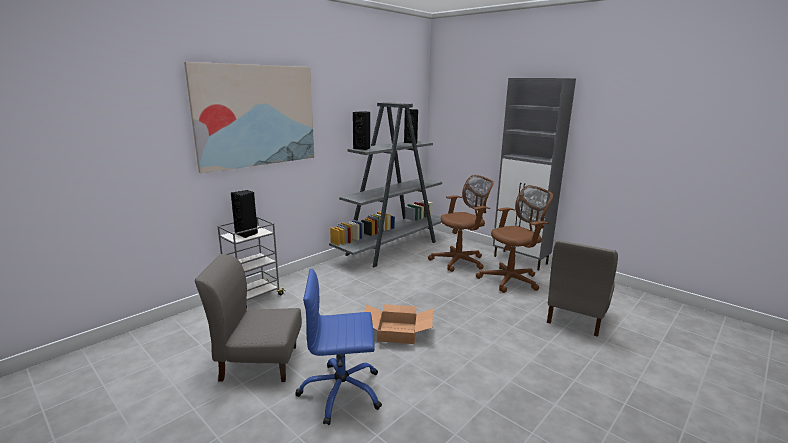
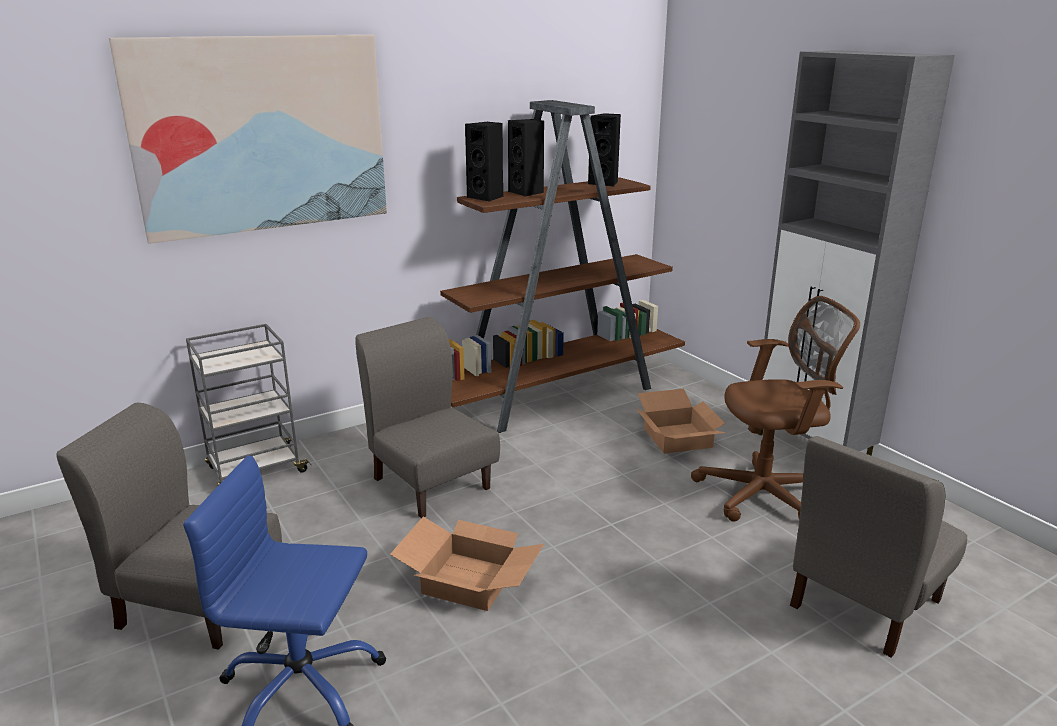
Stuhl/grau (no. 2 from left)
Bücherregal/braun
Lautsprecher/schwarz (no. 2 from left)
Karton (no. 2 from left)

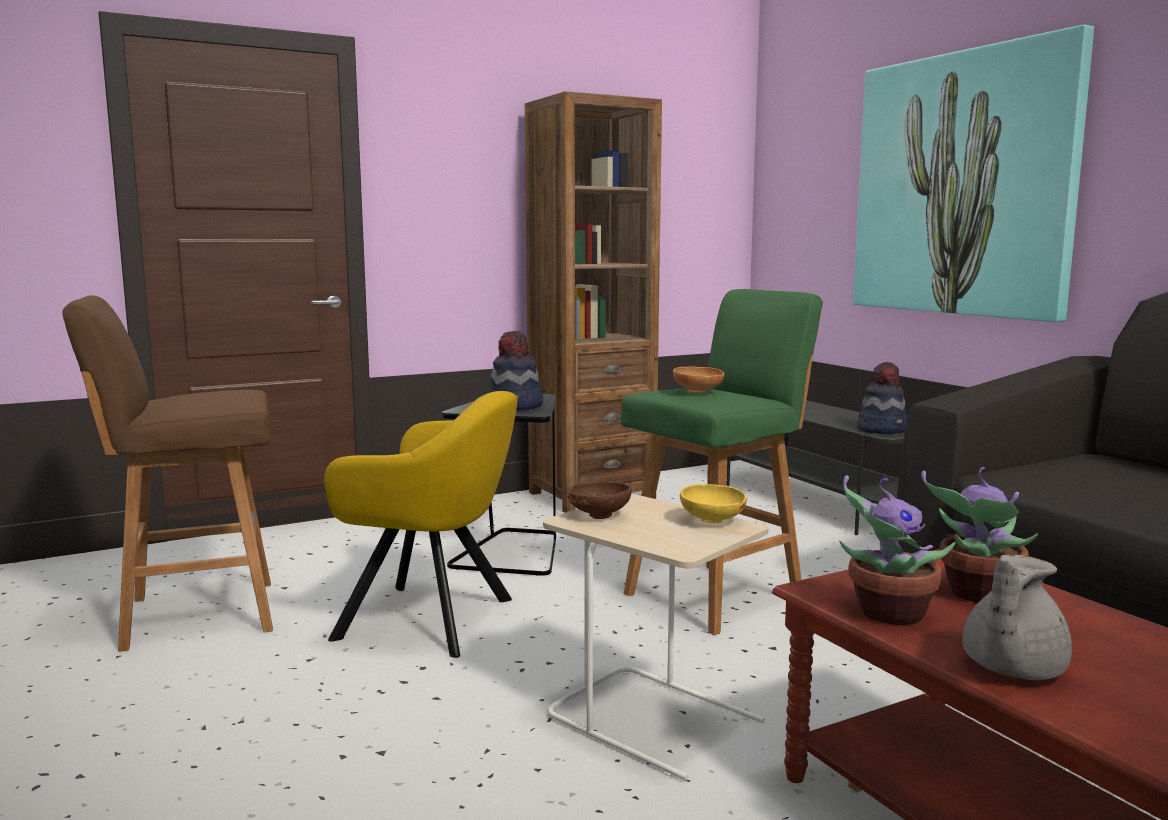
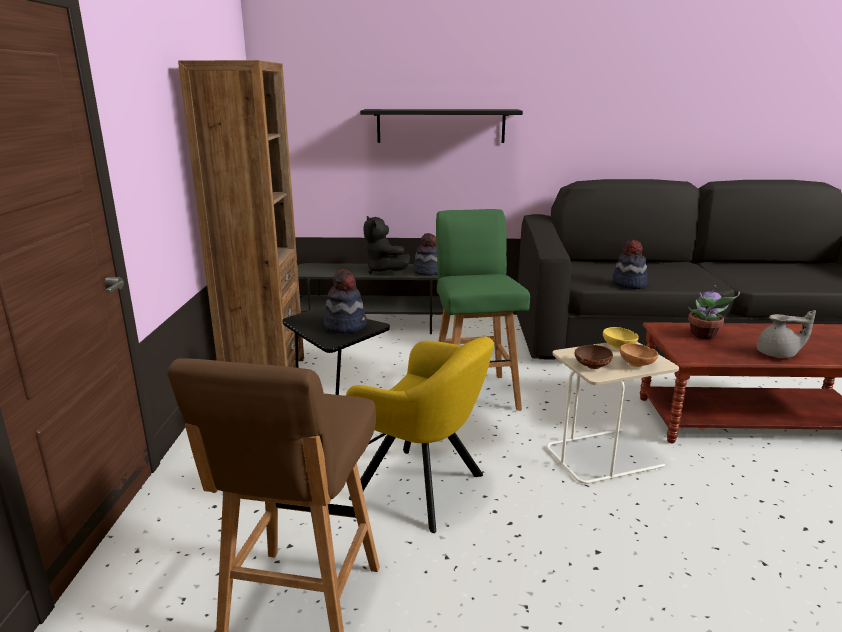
Sessel/gelb
Wandregal/schwarz
Plüschtier/schwarz
Hut (no. 3 from left)
Schüssel/braun (no. 2 from left)
Teekanne/grau
Topfpflanze (no. 1 from left in the first image)

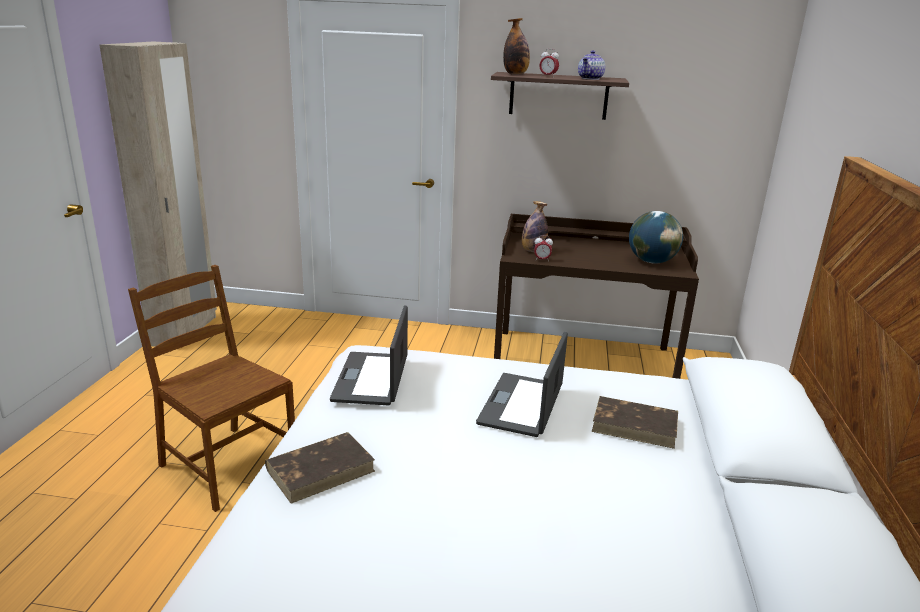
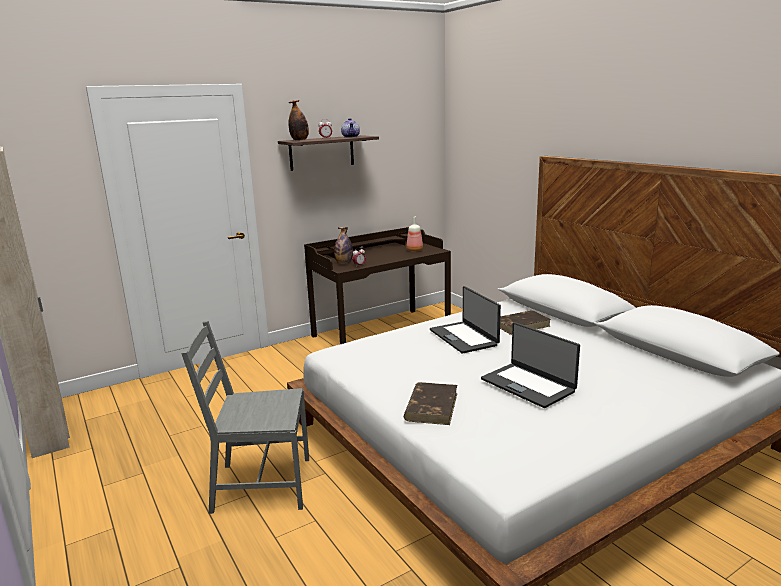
Stuhl/grau
Flasche (no. 3 from left)
Laptop (no. 2 from left)

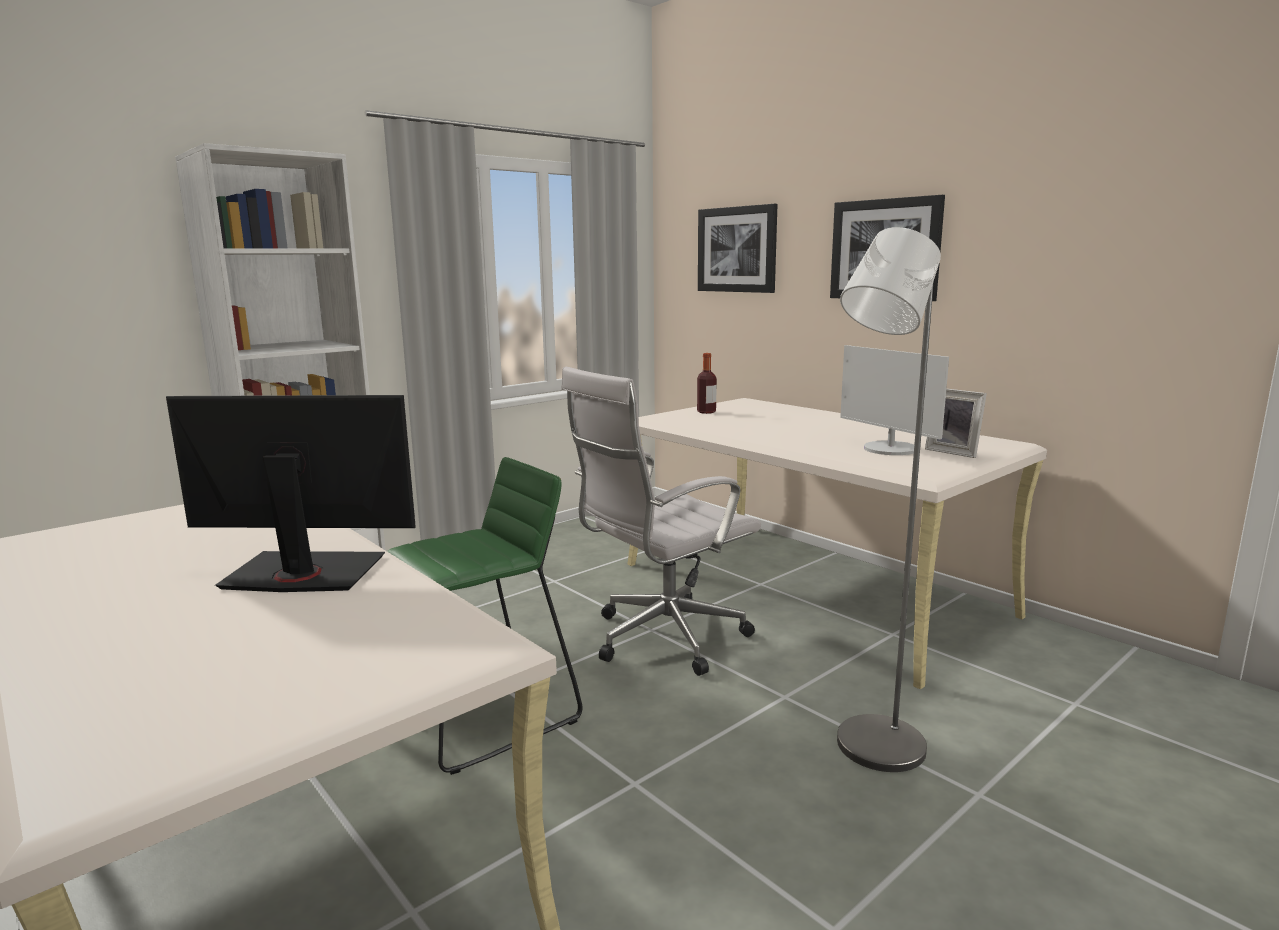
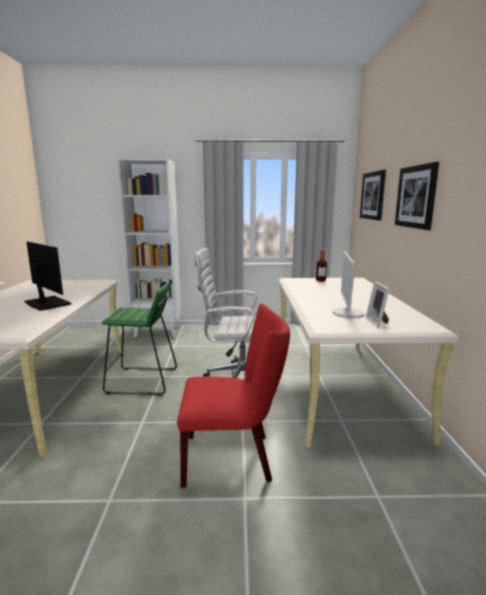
Stuhl/rot

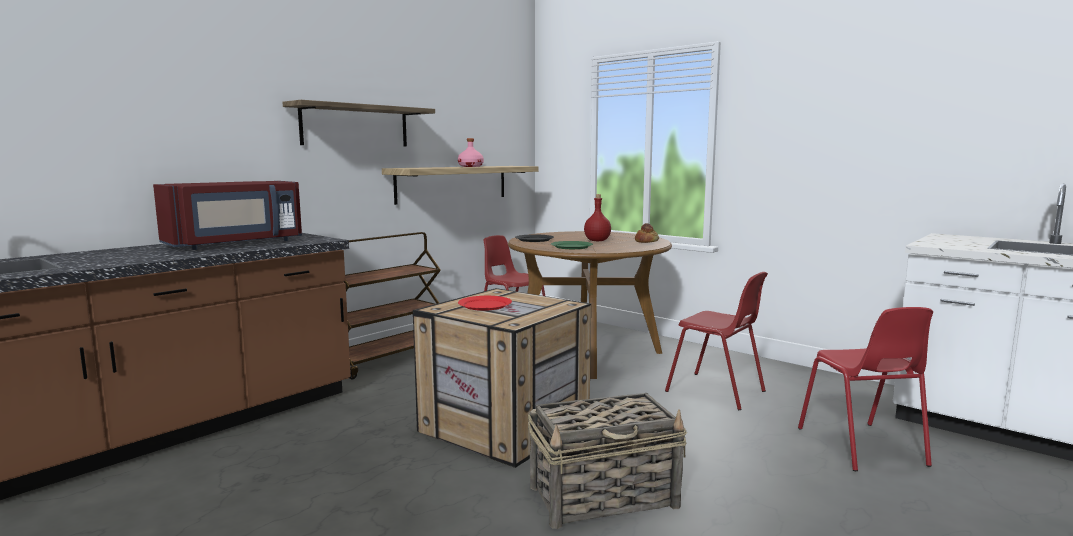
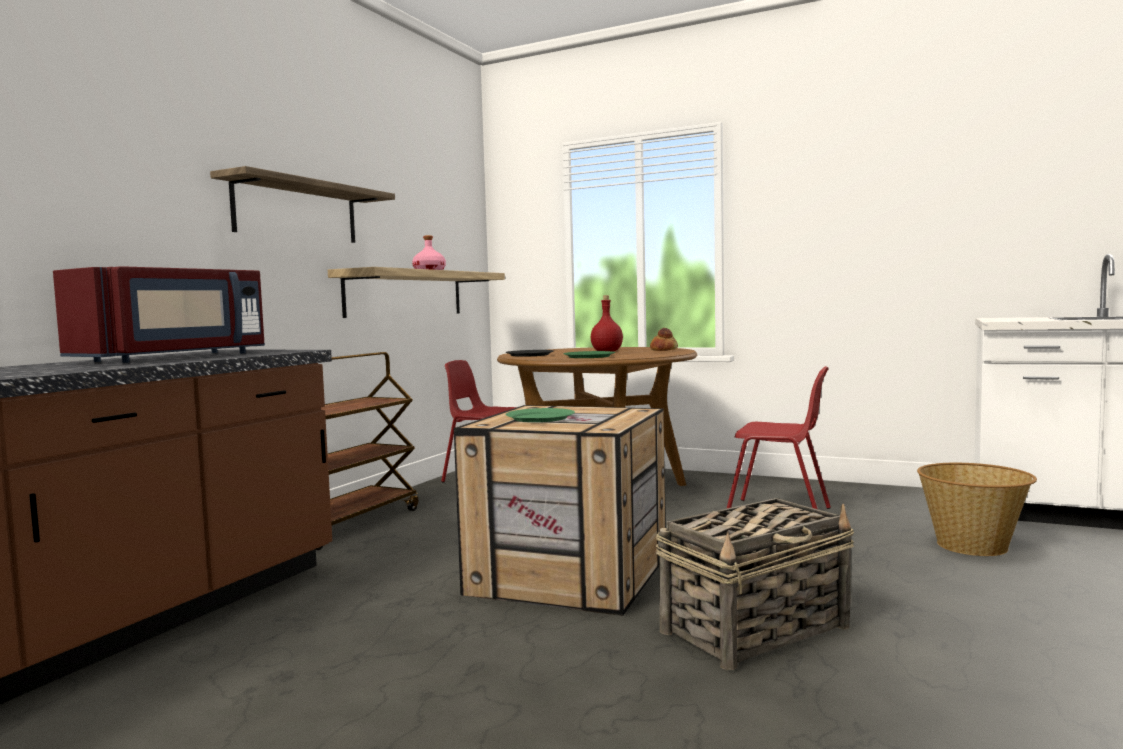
Teller/grün (no. 1 from left)
Korb (no. 2 from left)

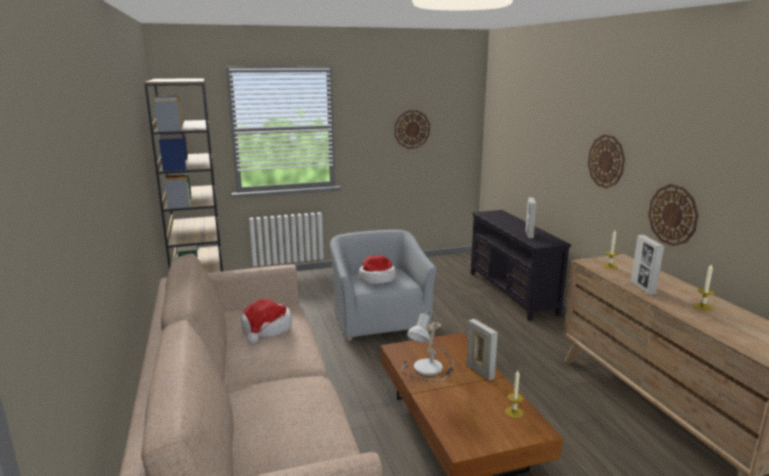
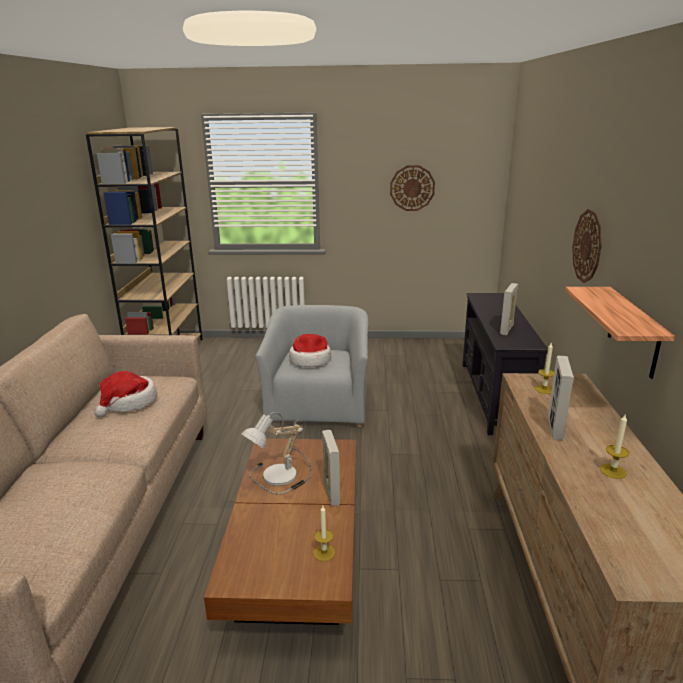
Wandregal

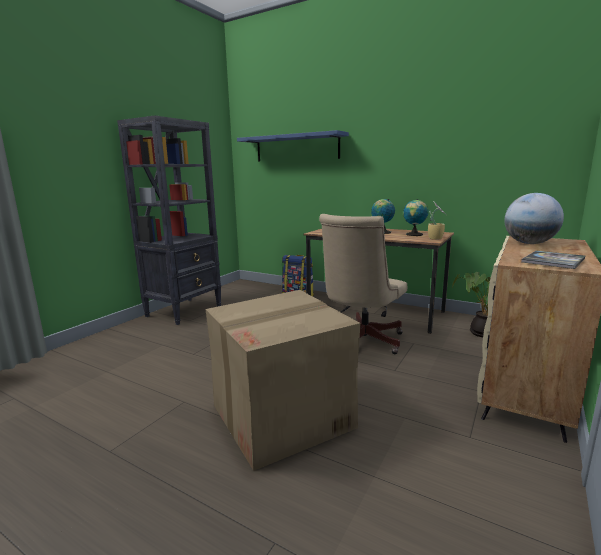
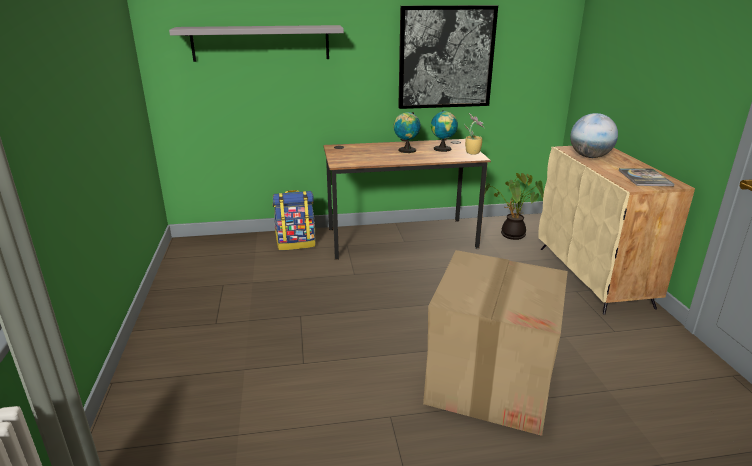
Wandregal/grau
Bild
Bücherregal/schwarz
Bürostuhl/beige

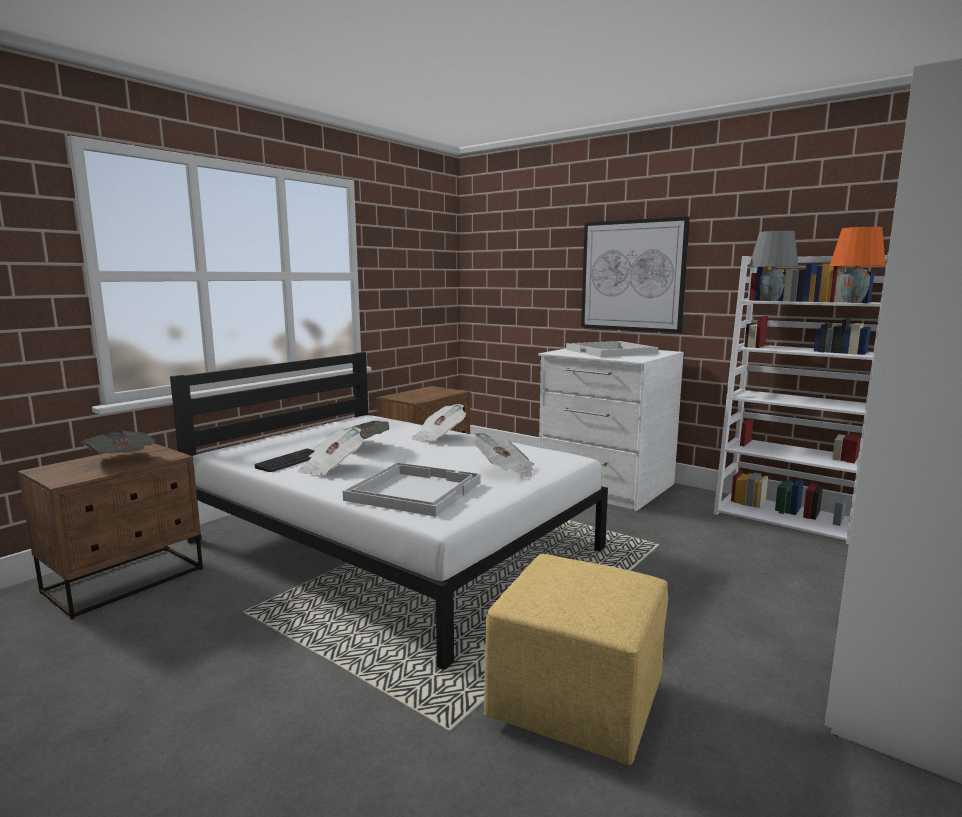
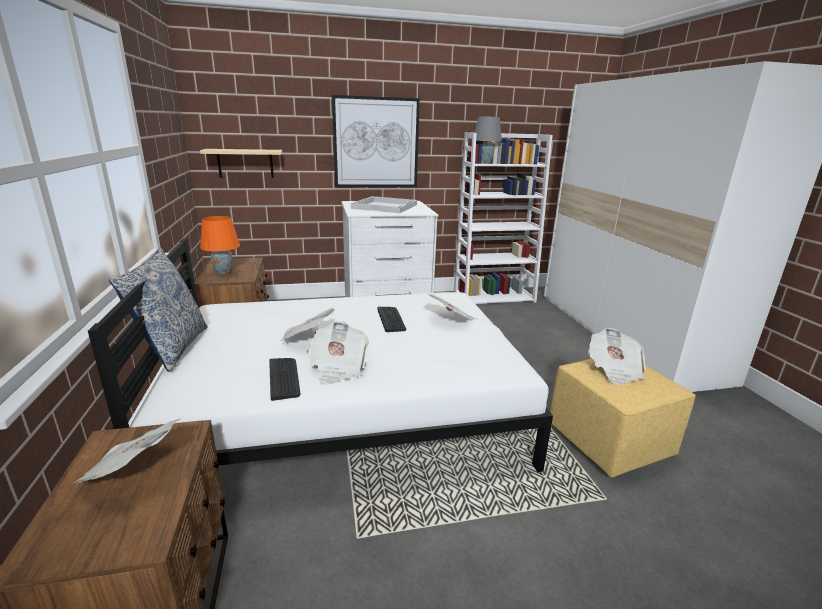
Kissen
Wandregal/beige
Tischlampe/orange
Tastatur (no. 2 from left)
Zeitung (no. 5 from left)
Tablett/weiß (no. 1 from left in the first image)

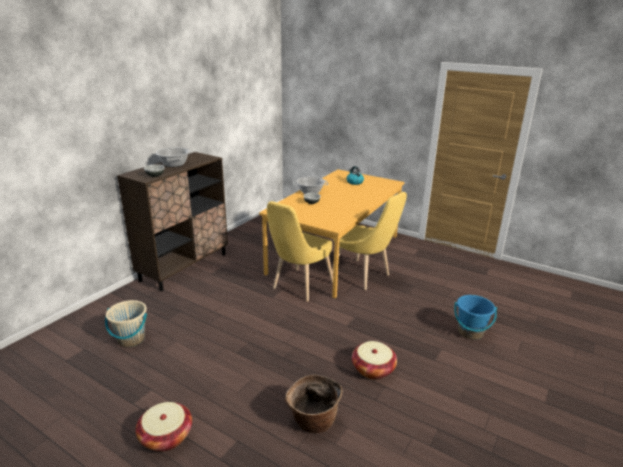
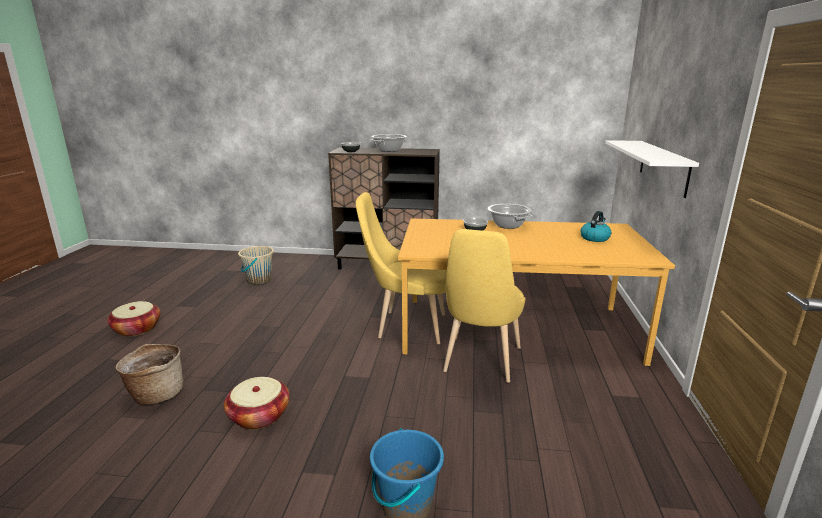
Wandregal/weiß

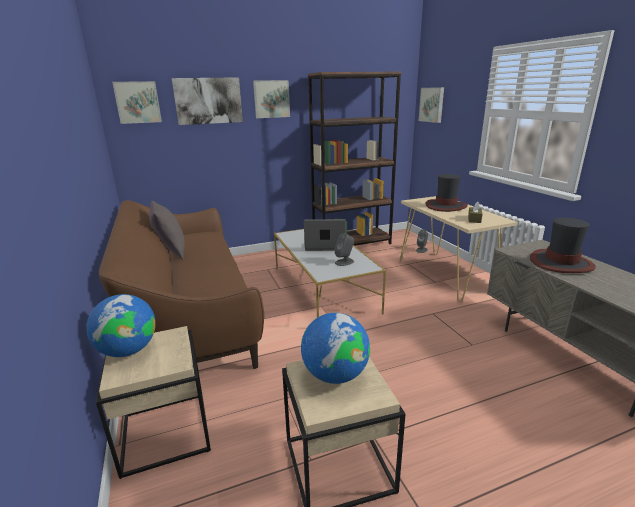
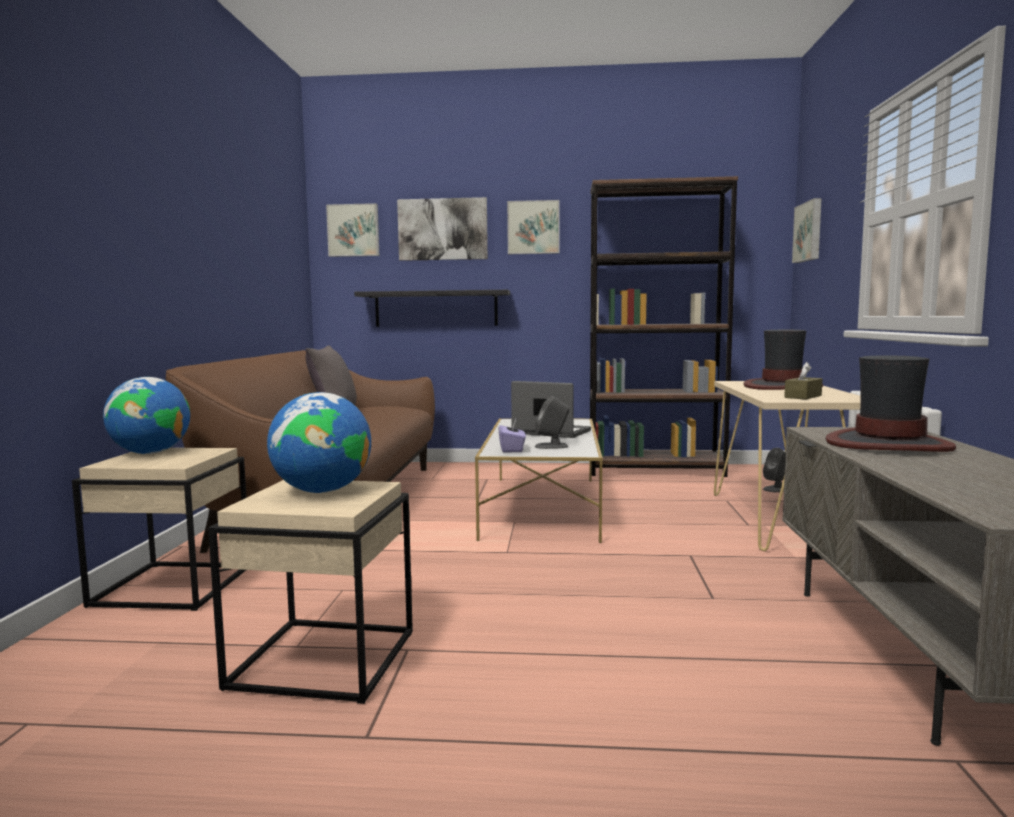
Wandregal/schwarz
Taschentuchbox/lila

